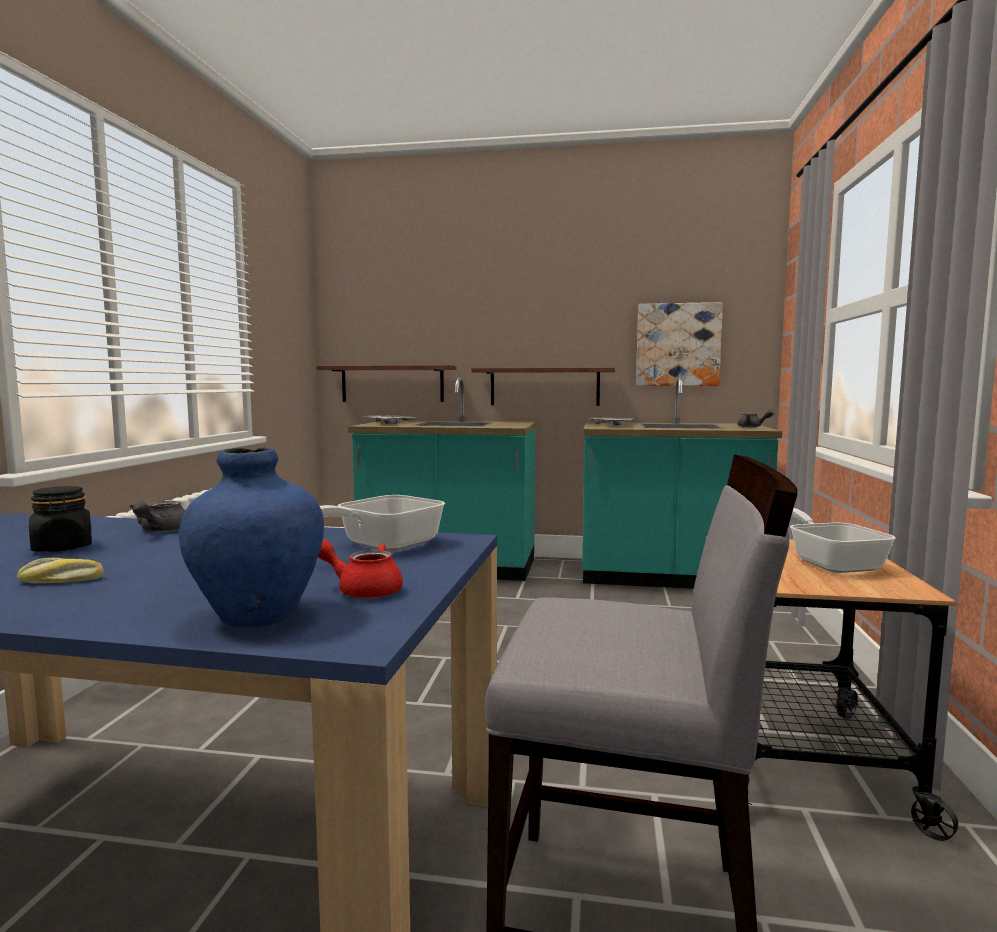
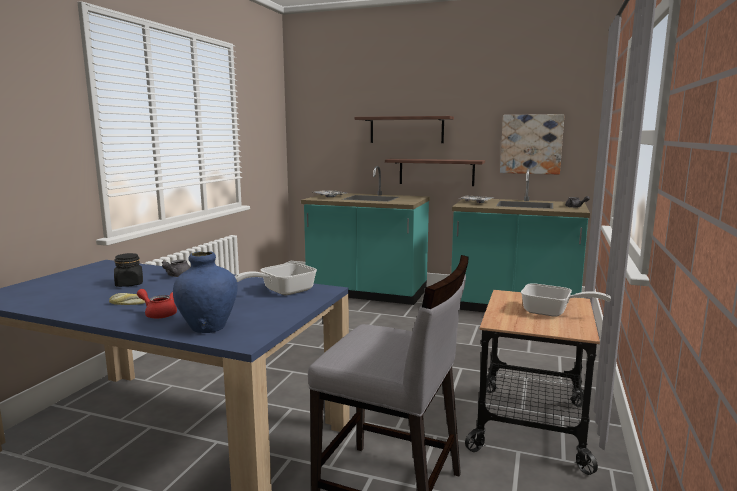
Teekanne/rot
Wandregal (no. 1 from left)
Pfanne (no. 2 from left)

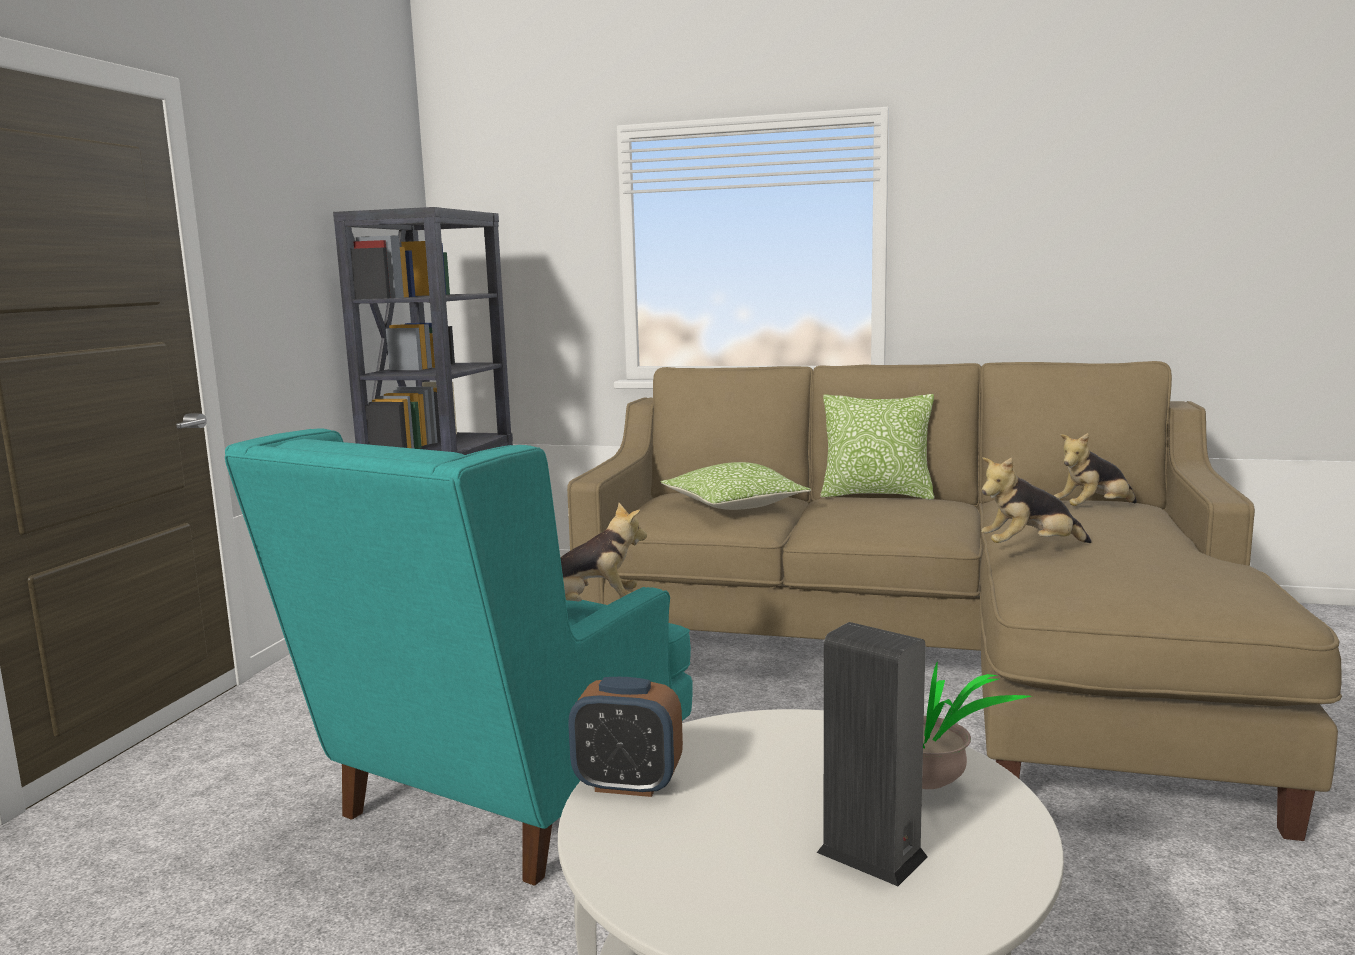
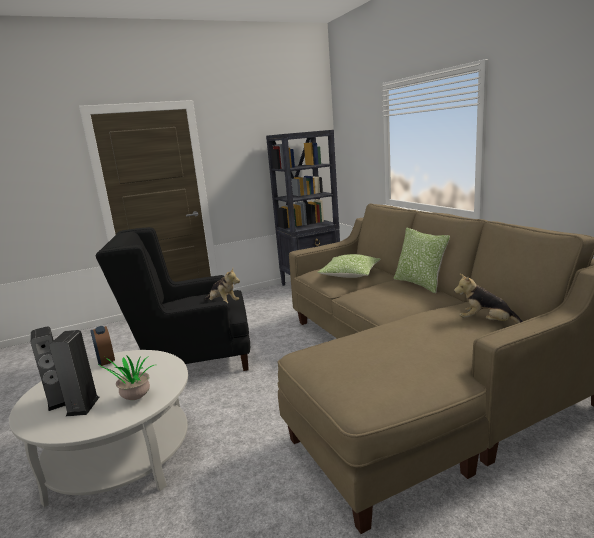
Lautsprecher (no. 1 from left)
Sessel/schwarz
Plüschtier (no. 2 from left in the first image)

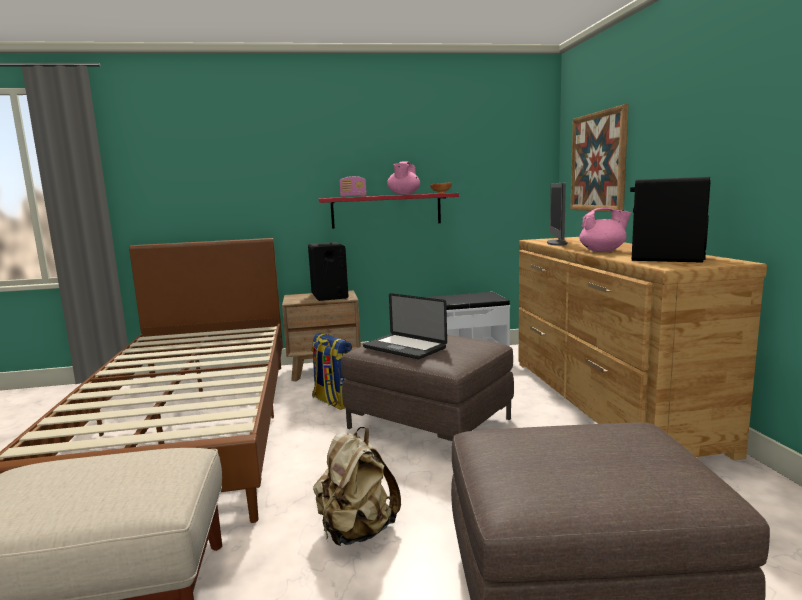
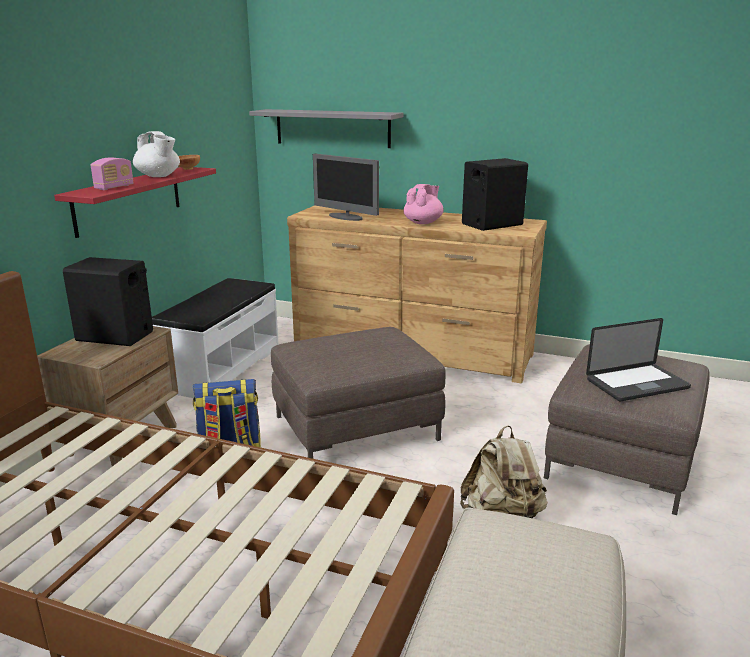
Teekanne/weiß
Wandregal/grau
Laptop

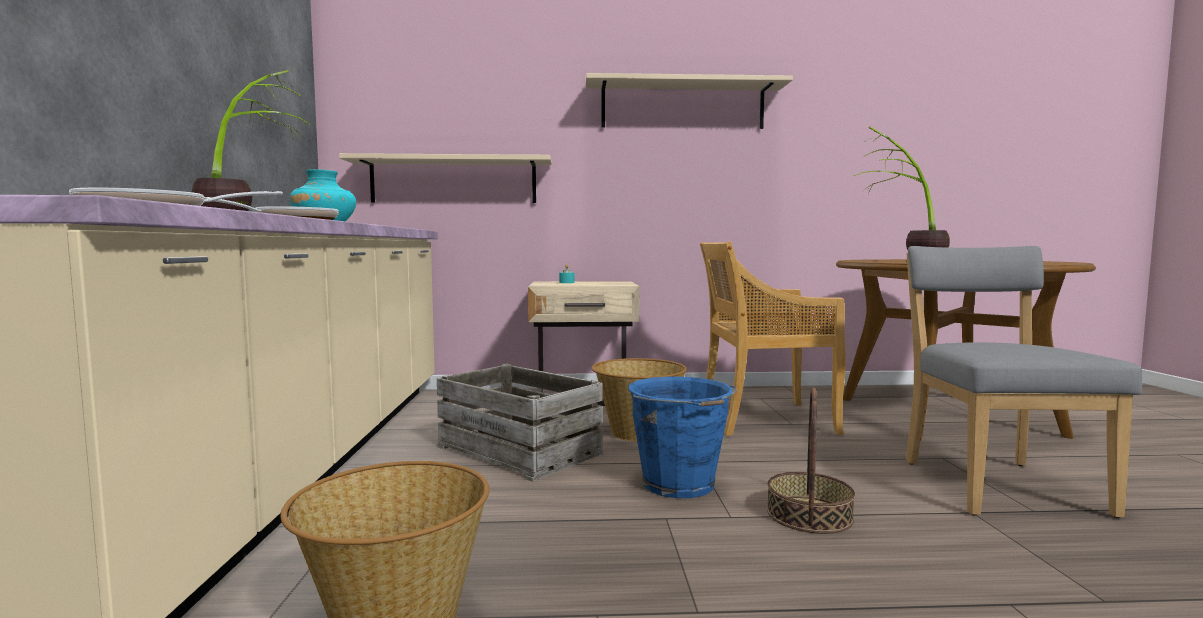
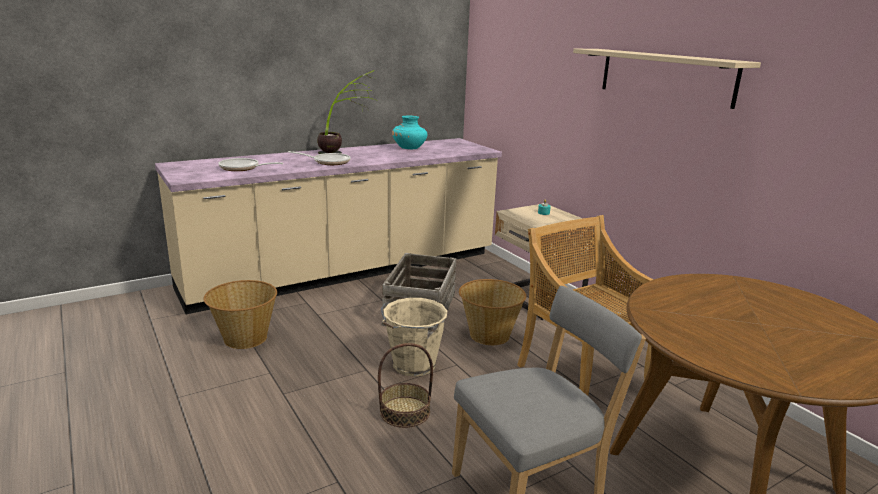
Eimer/beige
Wandregal/beige (no. 1 from left in the first image)
Topfpflanze (no. 2 from left in the first image)

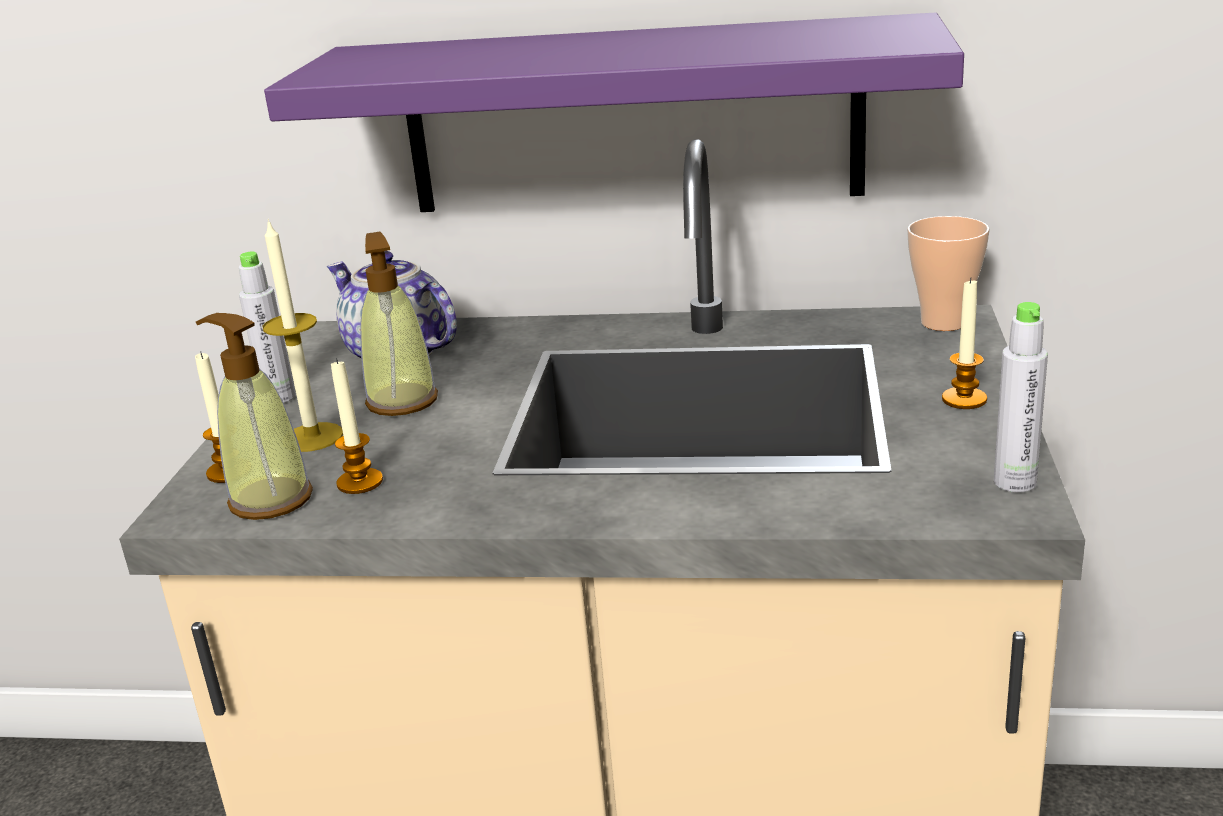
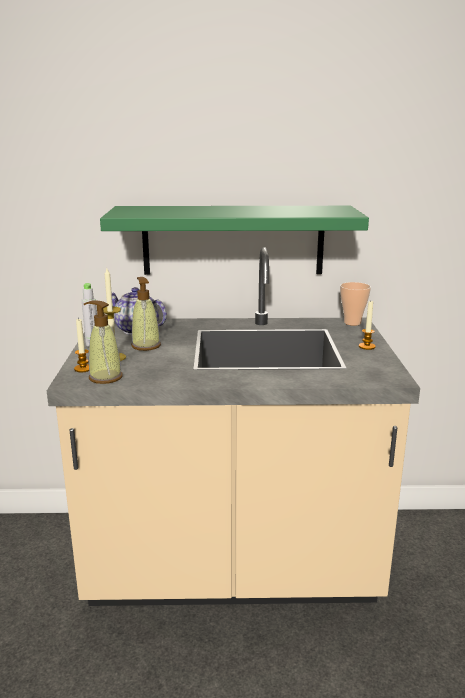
Wandregal/grün
Kerze (no. 3 from left in the first image)
Flasche/grau (no. 2 from left in the first image)

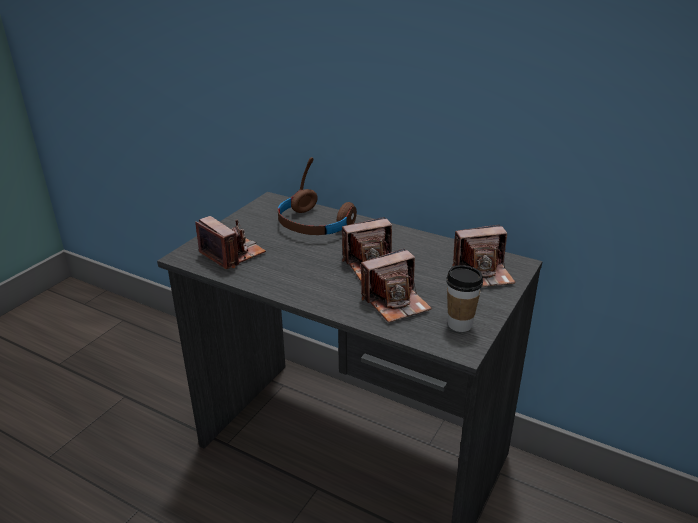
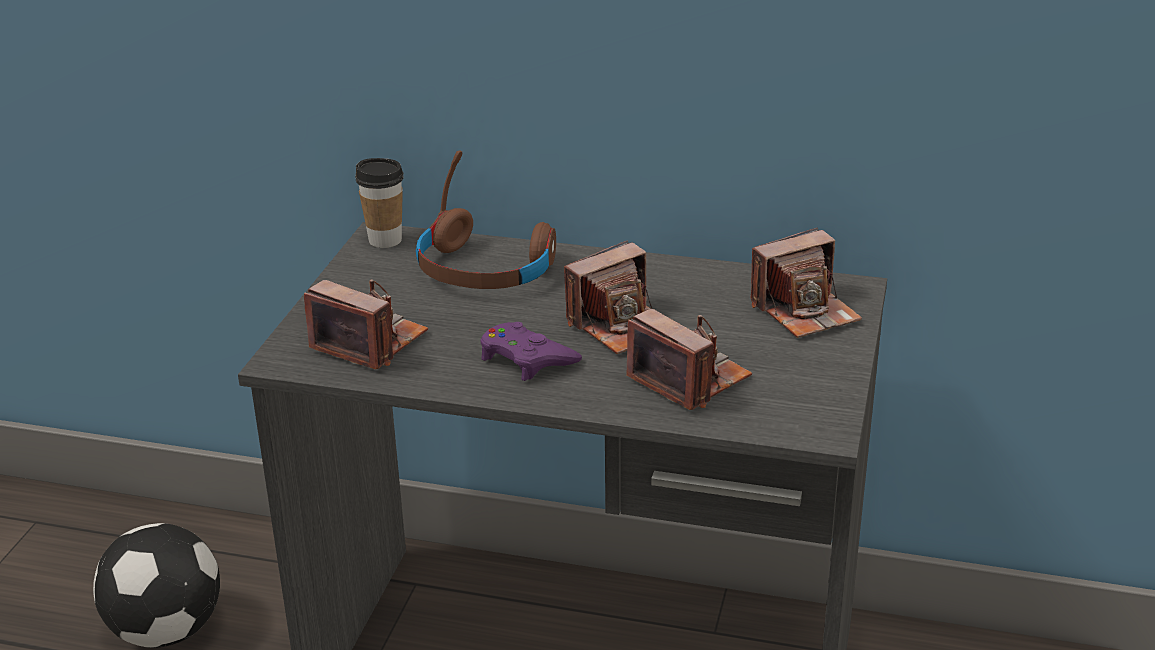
Fußball
Tasse
Gamepad/lila
Kamera (no. 3 from left)

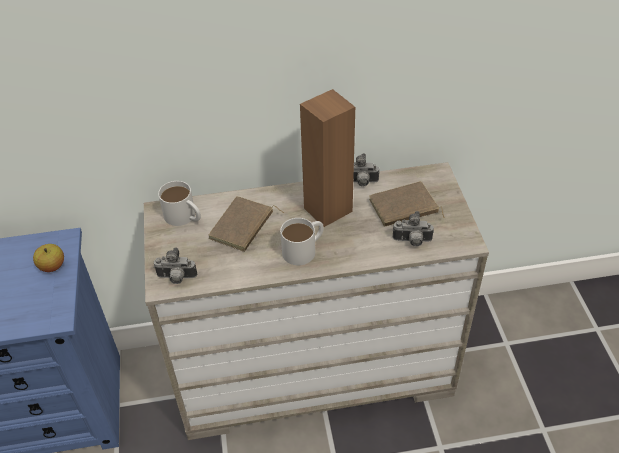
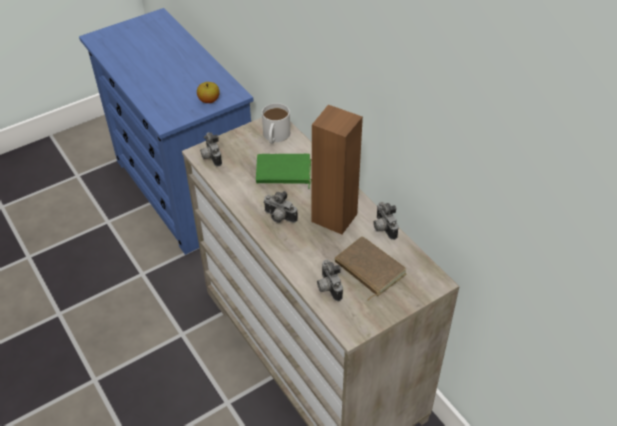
Buch/grün
Kamera (no. 2 from left)

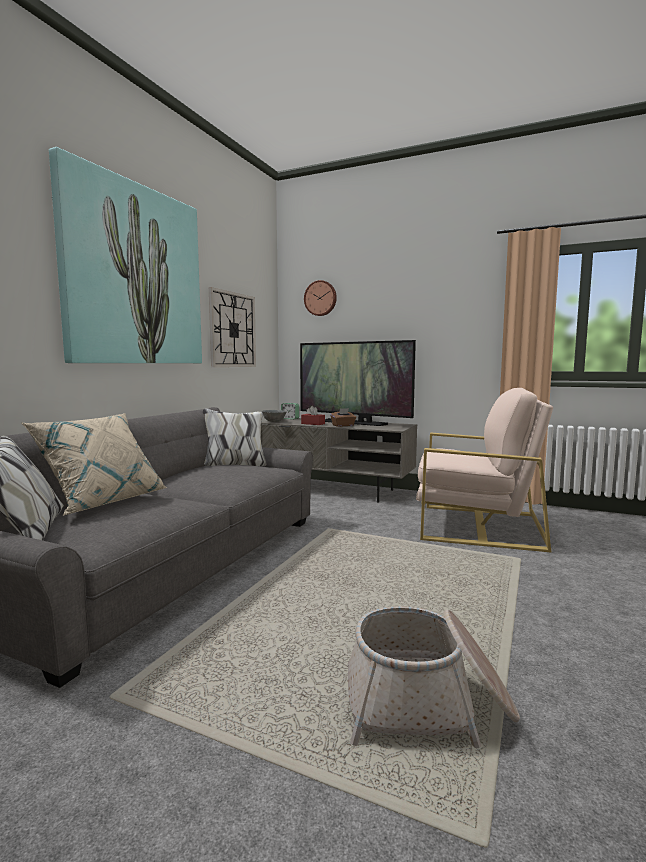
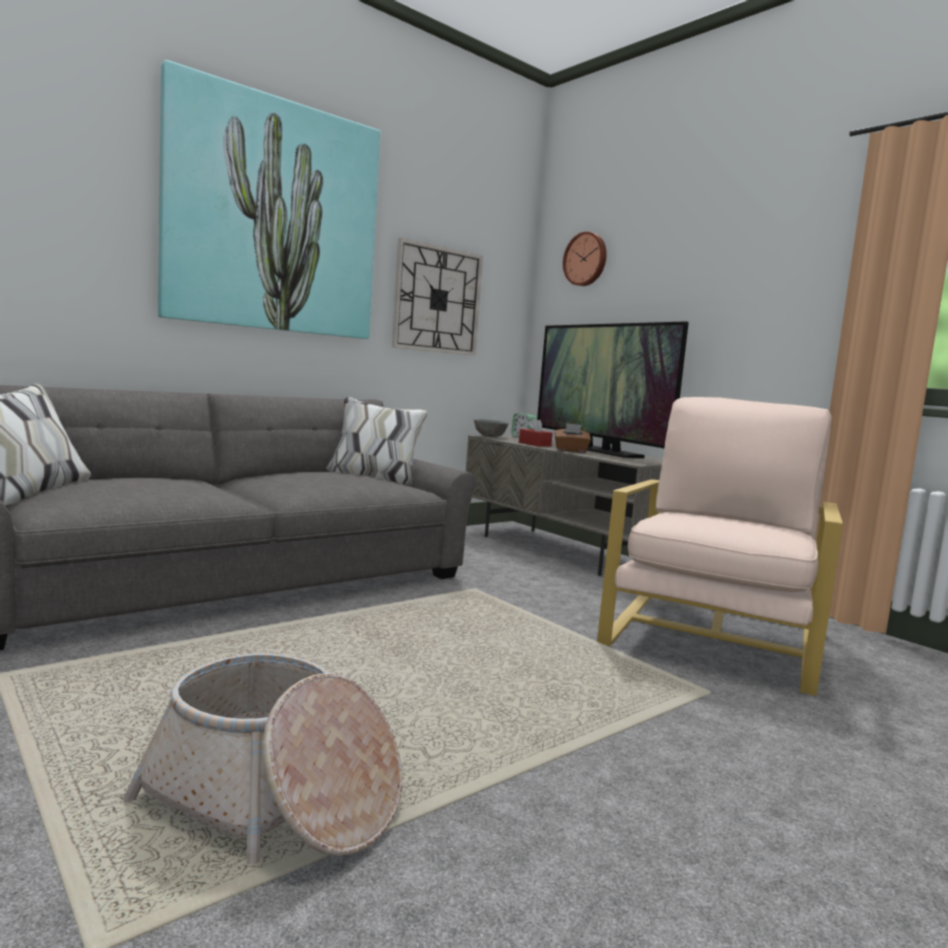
Sessel/beige
Kissen/beige

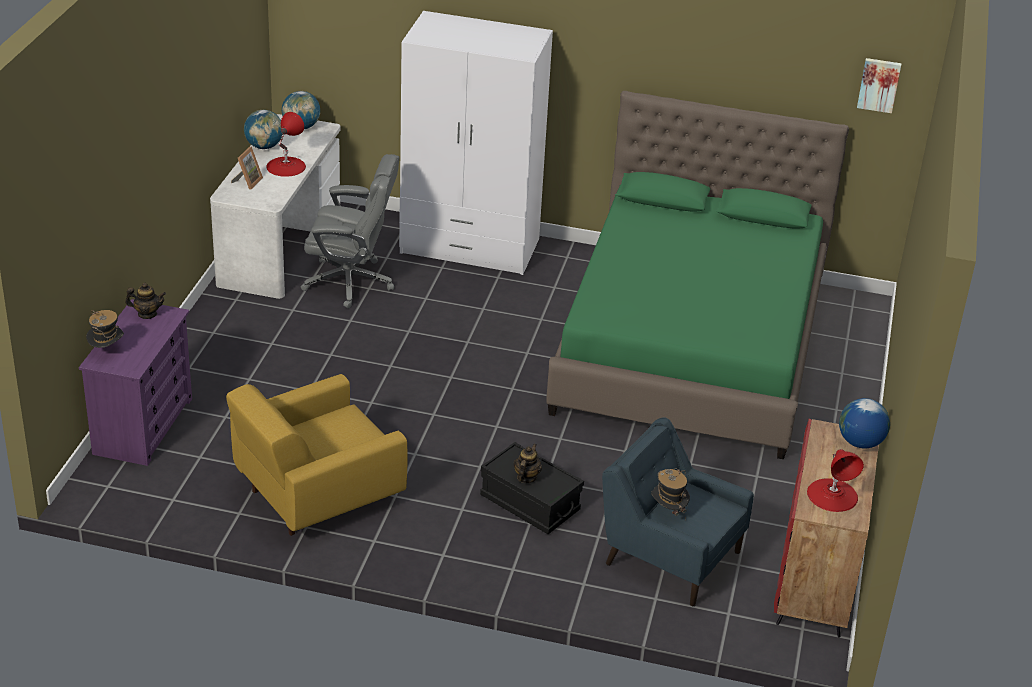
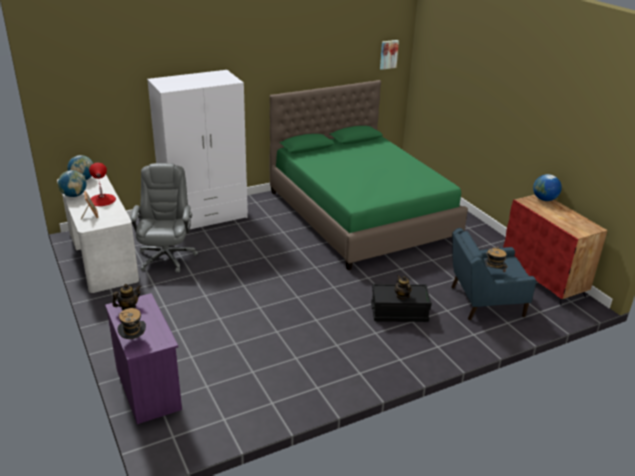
Bürostuhl/grau
Sessel/gelb
Tischlampe/rot (no. 2 from left in the first image)

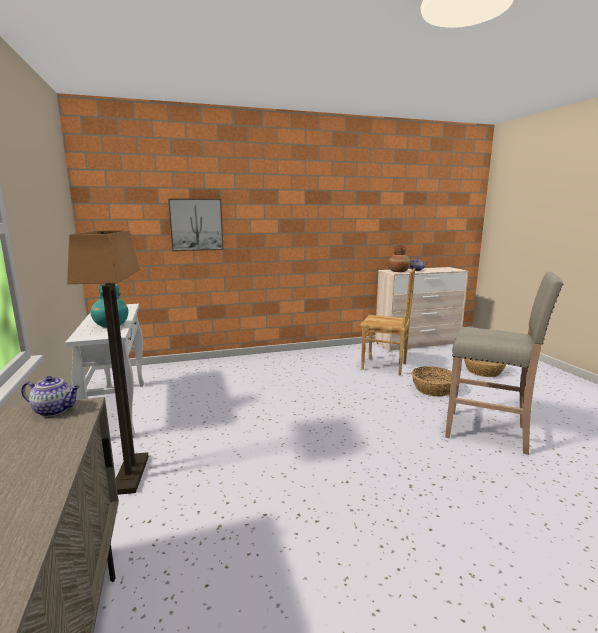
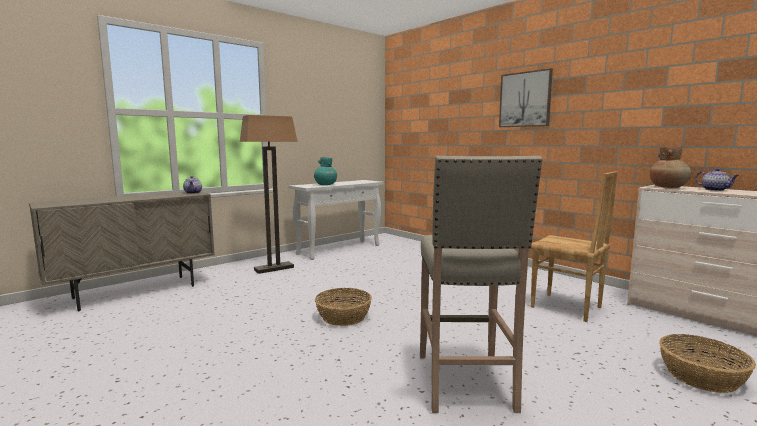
Korb (no. 1 from left)
Bild
Stuhl/braun

